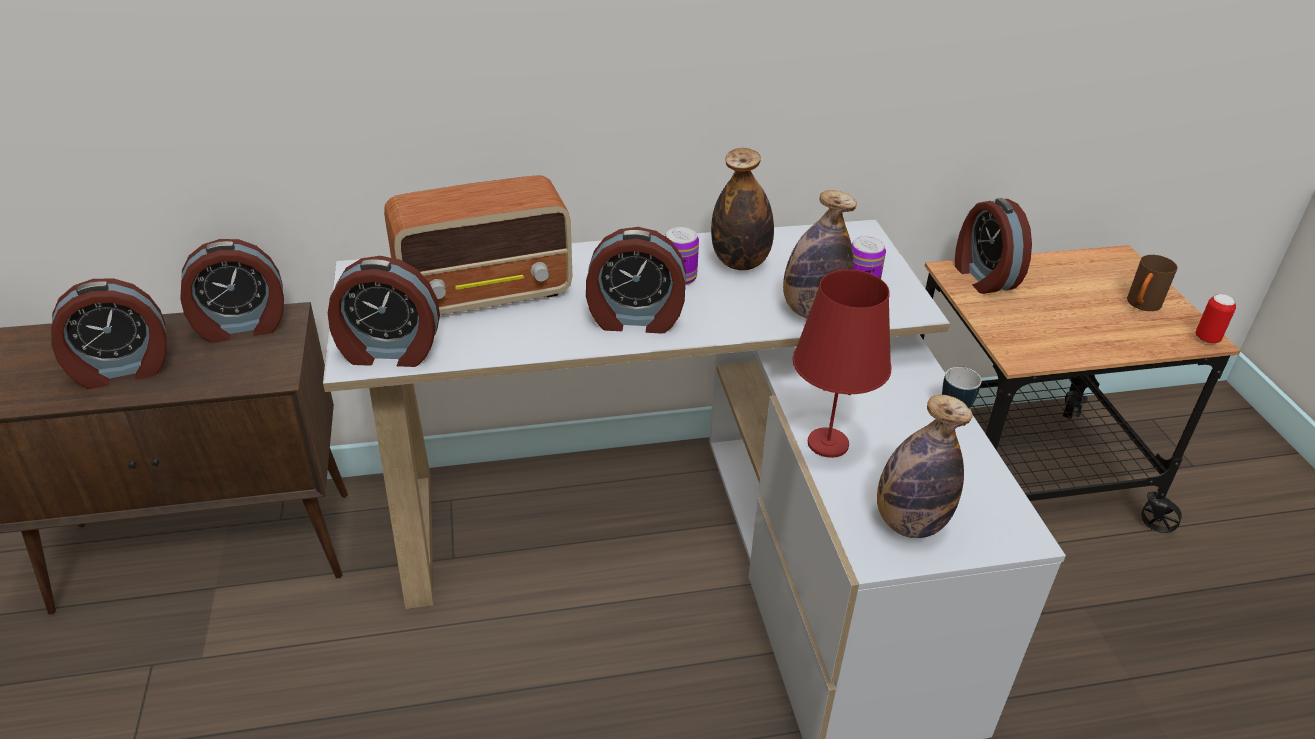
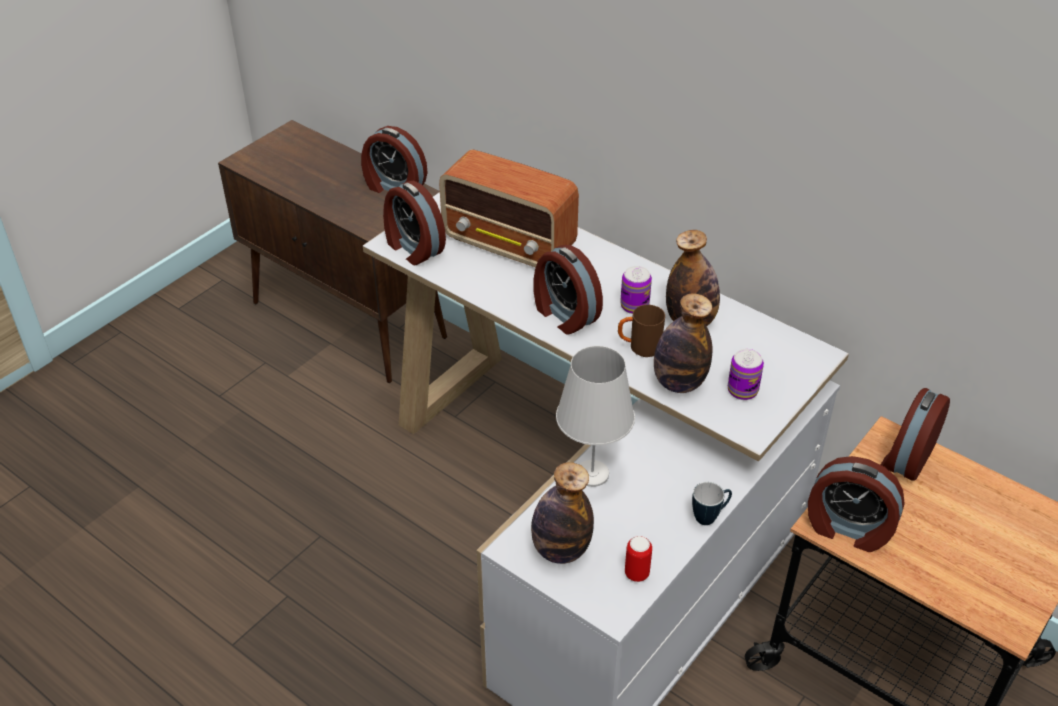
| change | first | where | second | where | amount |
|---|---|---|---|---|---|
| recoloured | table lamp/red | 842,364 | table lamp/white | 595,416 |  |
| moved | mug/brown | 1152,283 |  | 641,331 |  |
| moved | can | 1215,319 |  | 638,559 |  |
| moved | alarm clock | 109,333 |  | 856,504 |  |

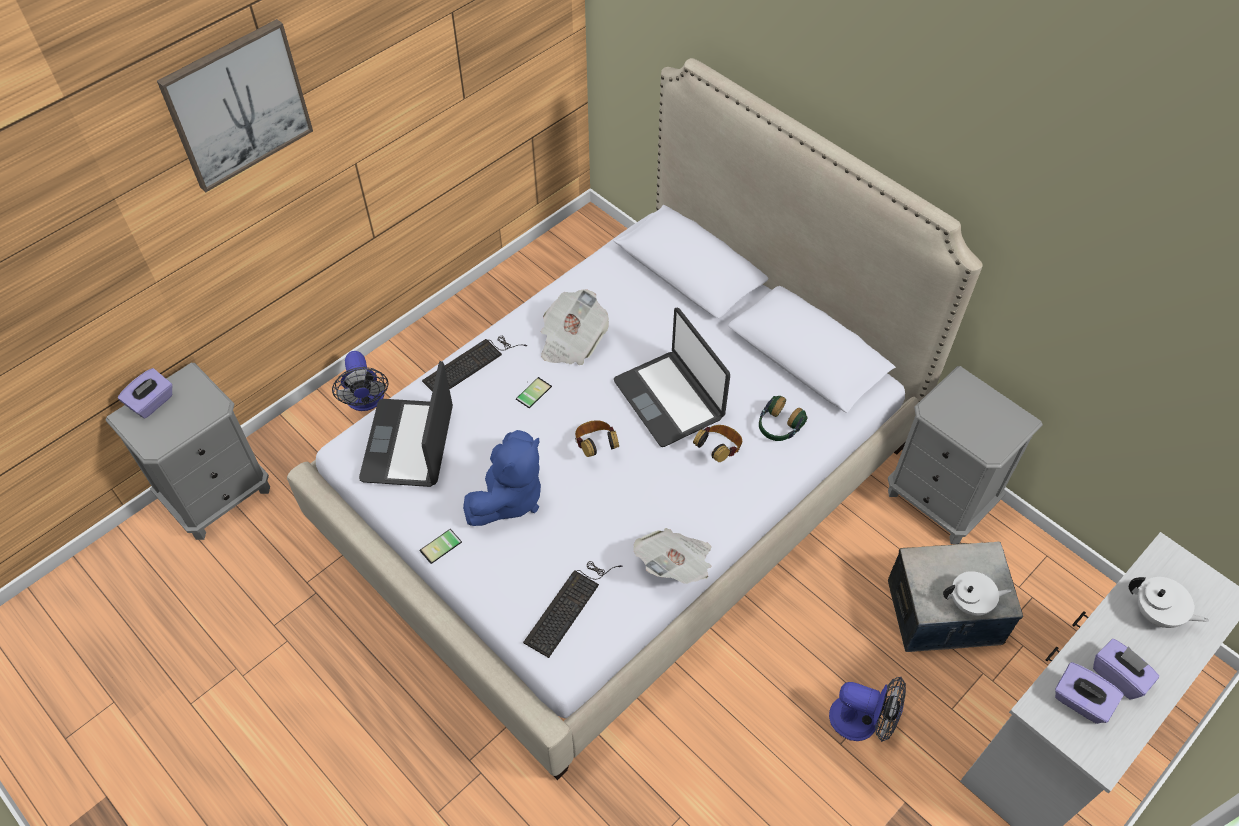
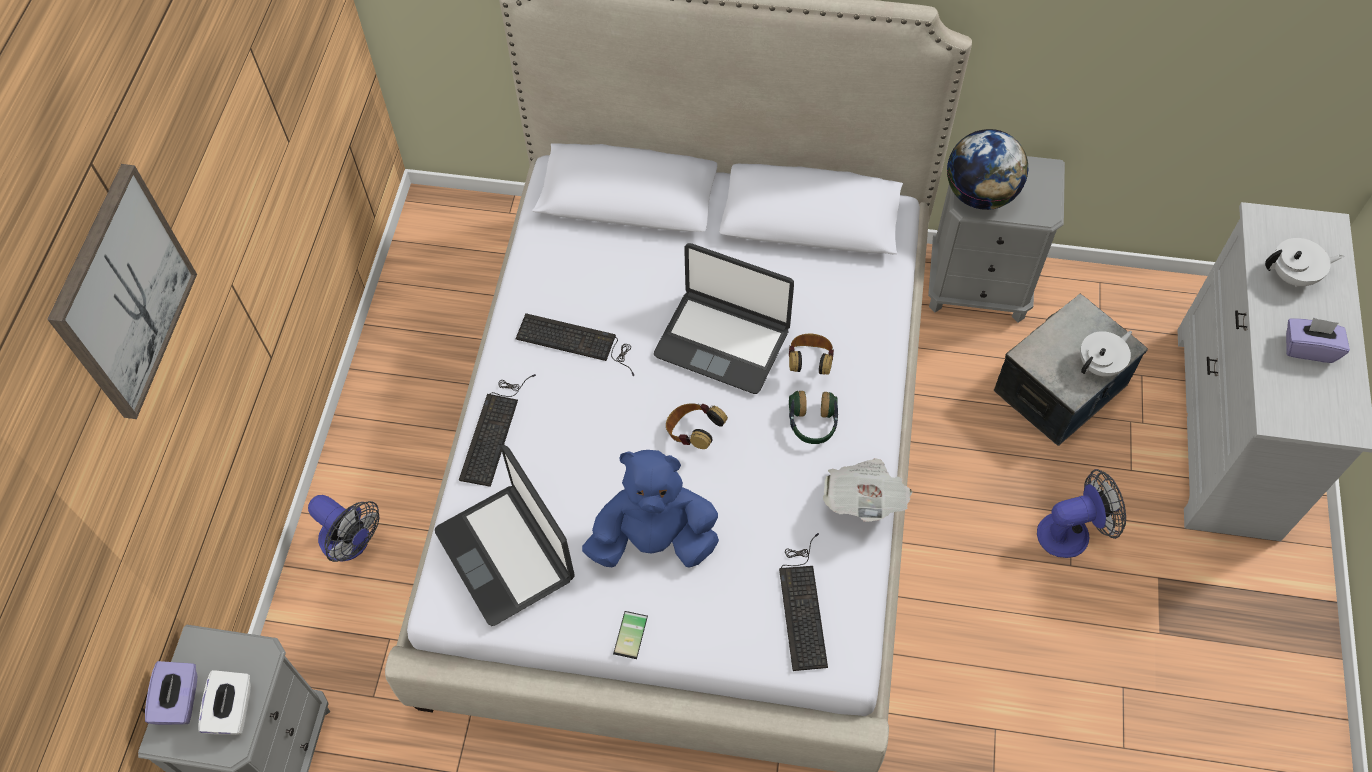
| change | first | where | second | where | amount |
|---|---|---|---|---|---|
| added |  |  | tissue box/white | 224,702 |  |
| replaced | newspaper | 575,327 | keyboard | 575,344 |  |
| turned | plush toy/blue | 502,478 |  | 650,509 | 90 degrees counterclockwise |
| moved | headphones | 783,418 |  | 813,417 |  |
| added |  |  | globe | 987,169 |  |
| removed | phone | 534,392 |  |  |  |
| removed | tissue box/purple | 1089,693 |  |  |  |

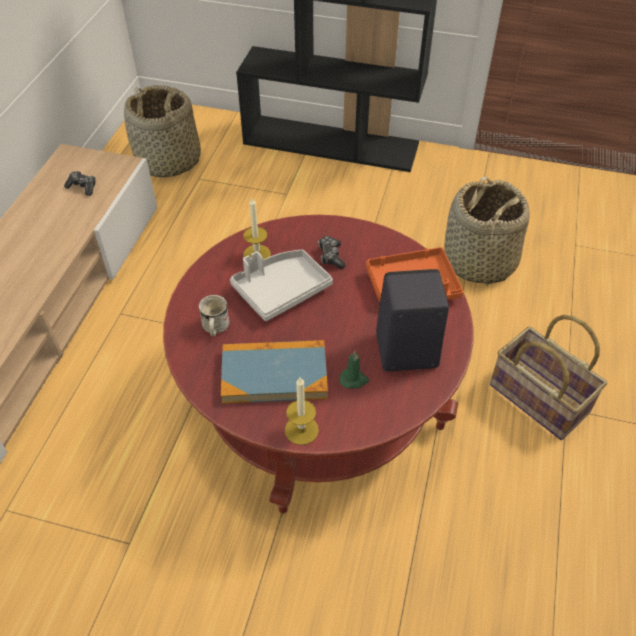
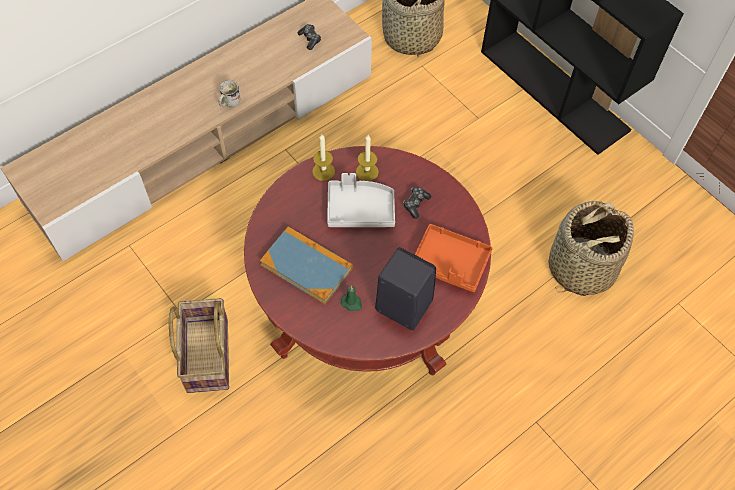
| change | first | where | second | where | amount |
|---|---|---|---|---|---|
| moved | basket | 548,377 |  | 199,345 |  |
| moved | mug/white | 214,315 |  | 230,93 |  |
| moved | candle | 302,411 |  | 323,157 |  |

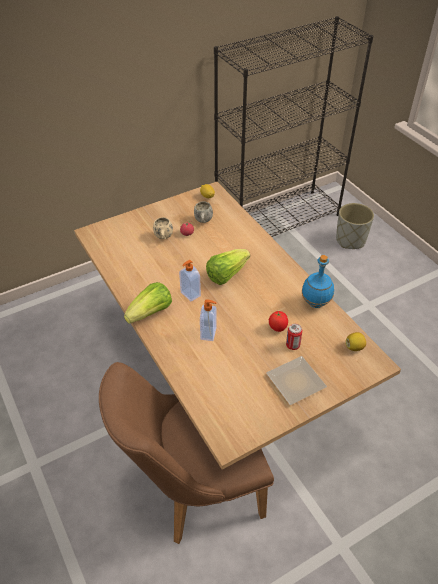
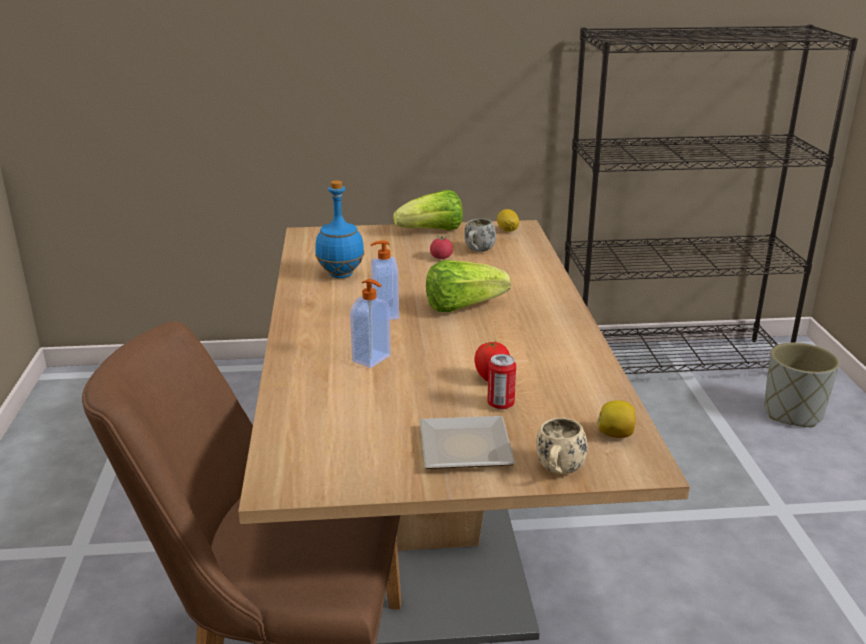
| change | first | where | second | where | amount |
|---|---|---|---|---|---|
| moved | bottle/blue | 318,281 |  | 339,229 |  |
| moved | lettuce | 148,303 |  | 428,210 |  |
| moved | mug/beige | 163,228 |  | 561,446 |  |

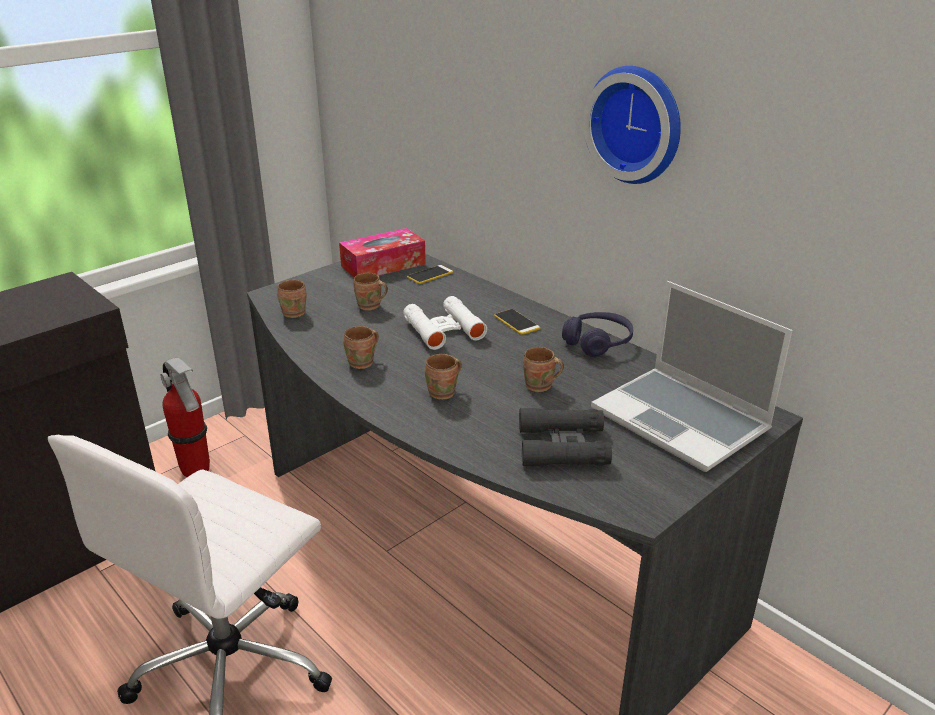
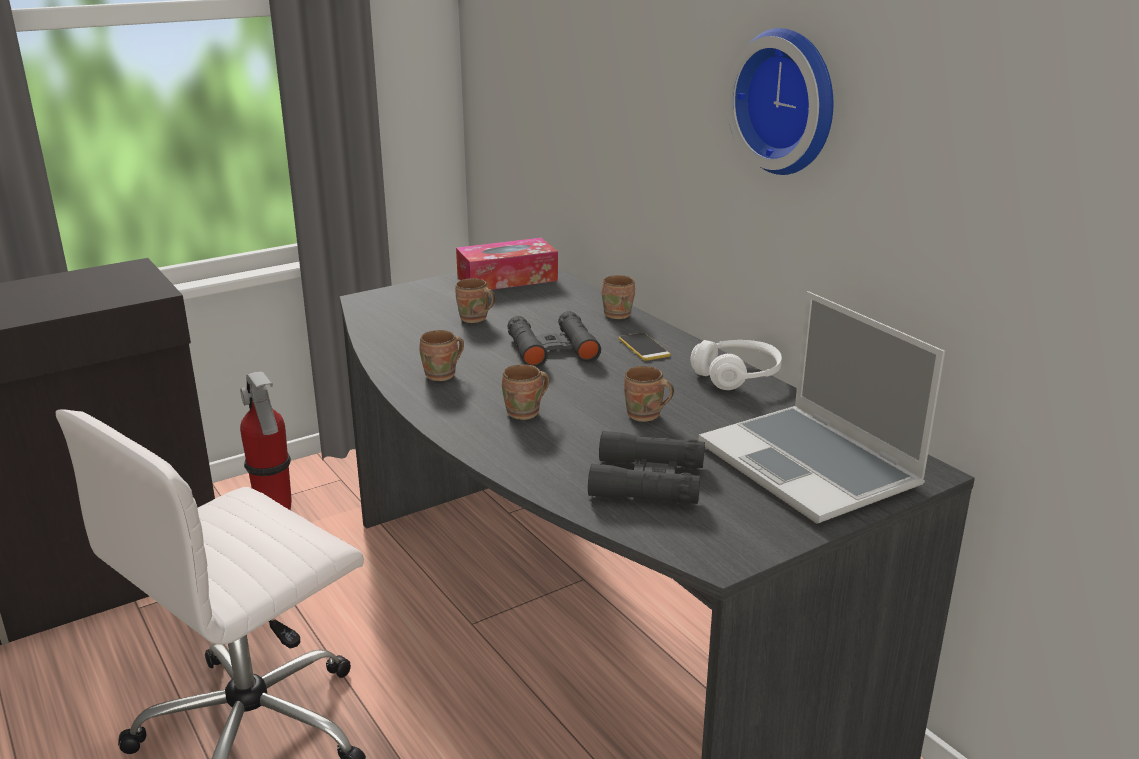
| change | first | where | second | where | amount |
|---|---|---|---|---|---|
| recoloured | binoculars/white | 445,323 | binoculars/black | 554,339 |  |
| moved | mug/brown | 291,299 |  | 618,297 |  |
| recoloured | headphones/purple | 597,334 | headphones/white | 736,365 |  |
| removed | phone | 430,274 |  |  |  |

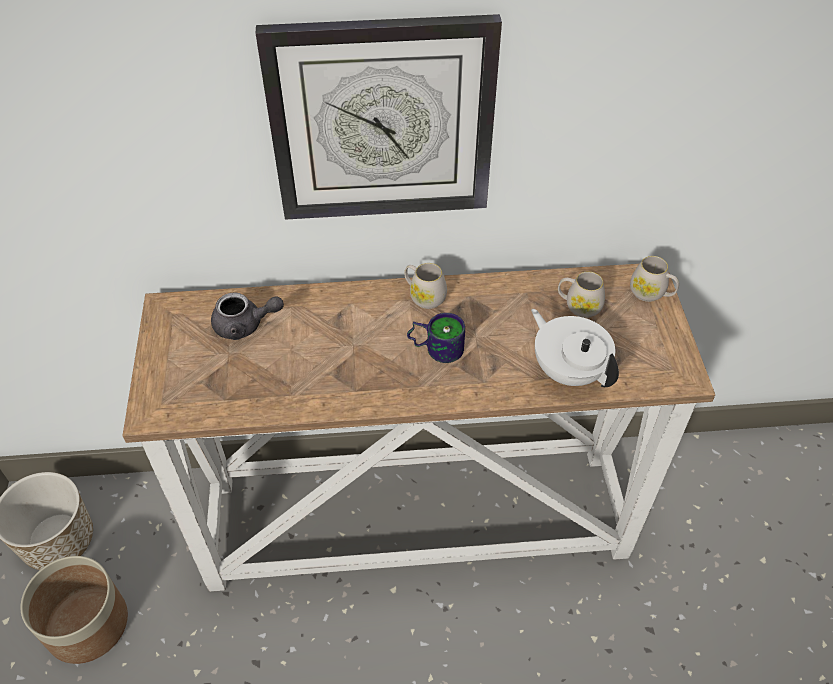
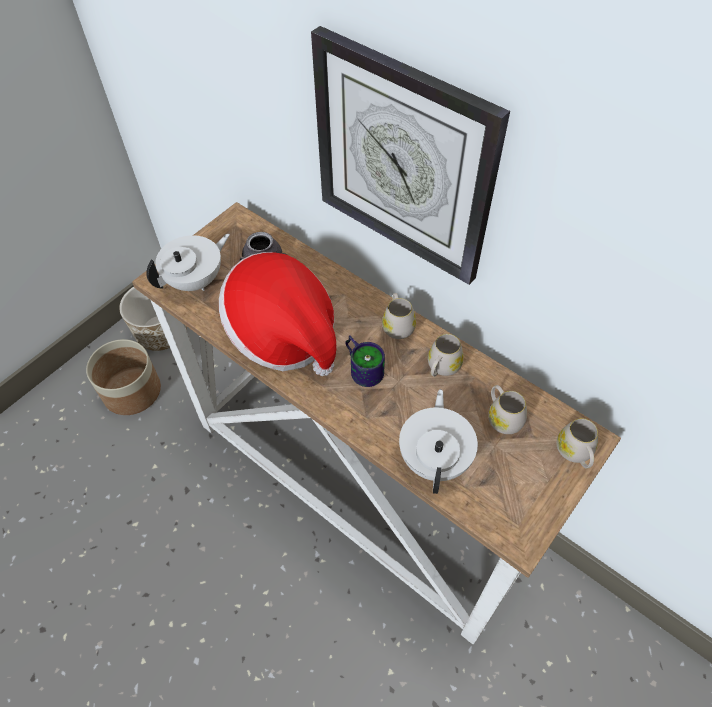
| change | first | where | second | where | amount |
|---|---|---|---|---|---|
| added |  |  | teapot/white | 188,262 |  |
| added |  |  | hat | 278,314 |  |
| added |  |  | mug/white | 446,355 |  |

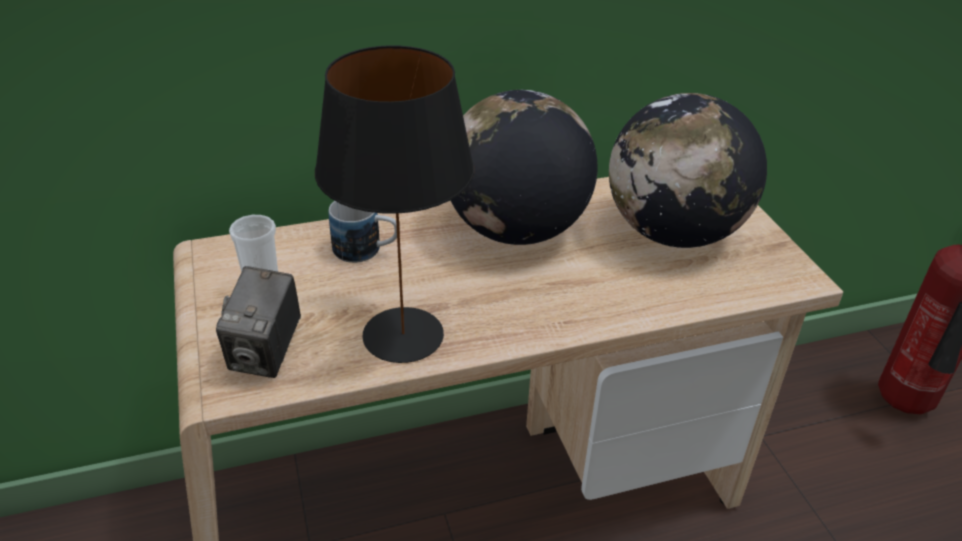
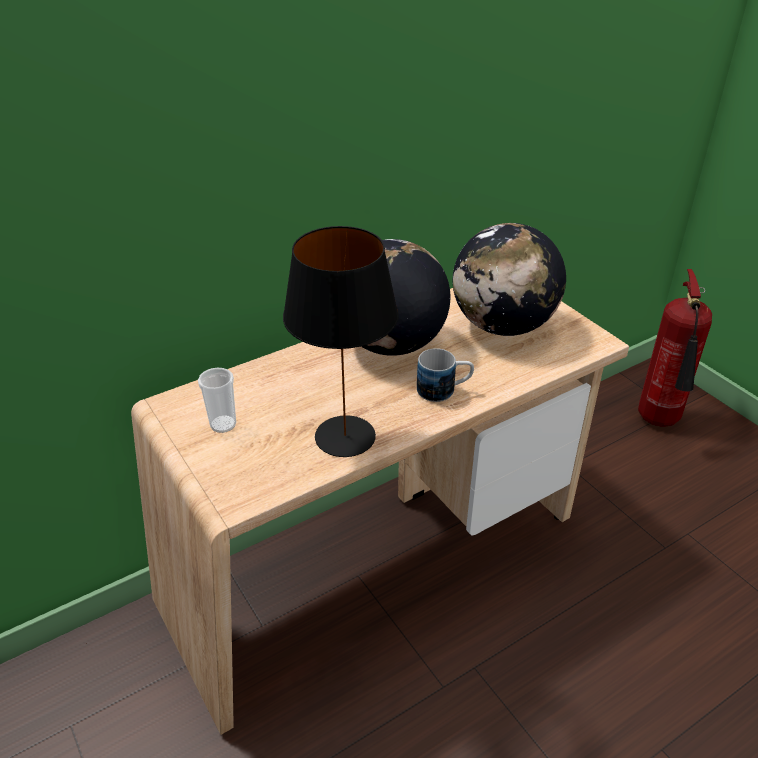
| change | first | where | second | where | amount |
|---|---|---|---|---|---|
| moved | mug | 362,232 |  | 445,375 |  |
| removed | photo camera | 258,322 |  |  |  |

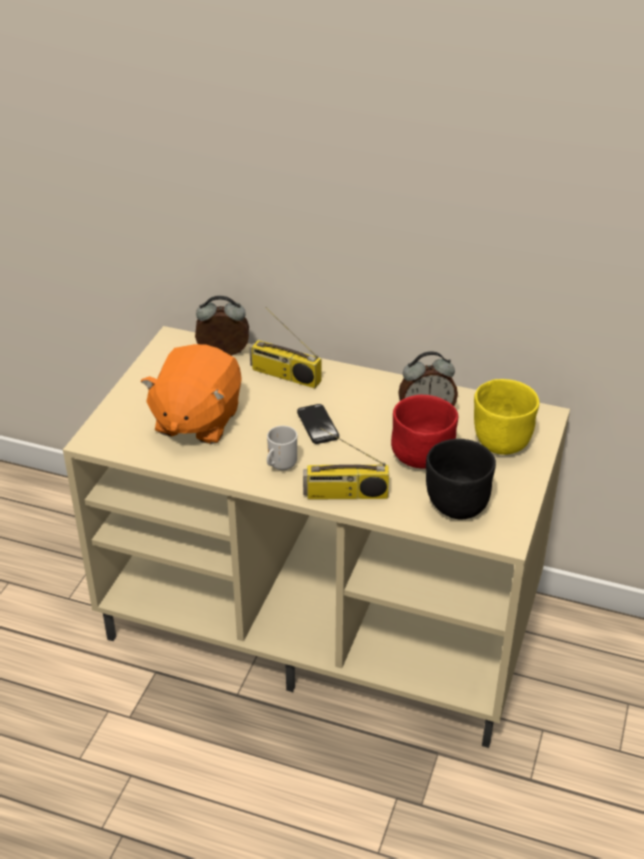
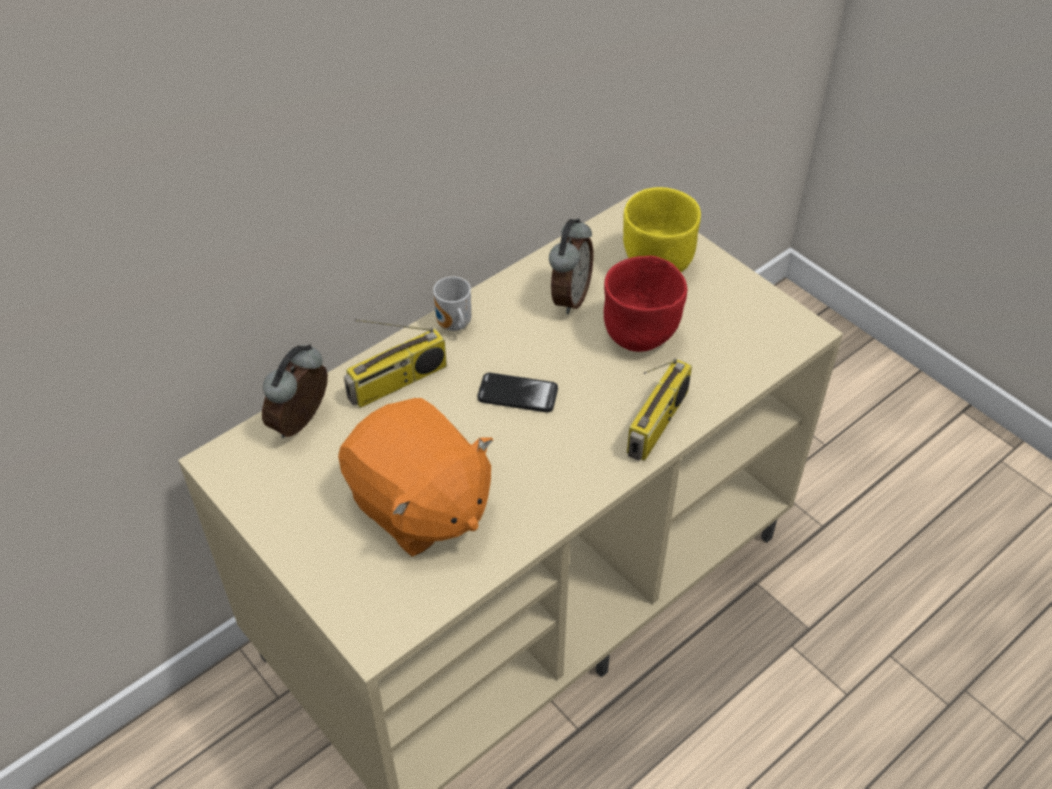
| change | first | where | second | where | amount |
|---|---|---|---|---|---|
| moved | mug | 282,448 |  | 452,303 |  |
| removed | bowl/black | 461,479 |  |  |  |

